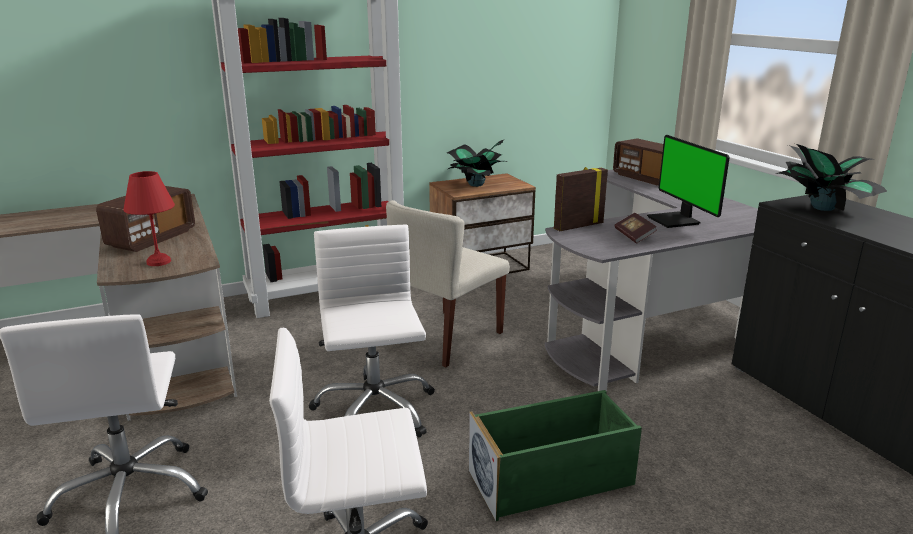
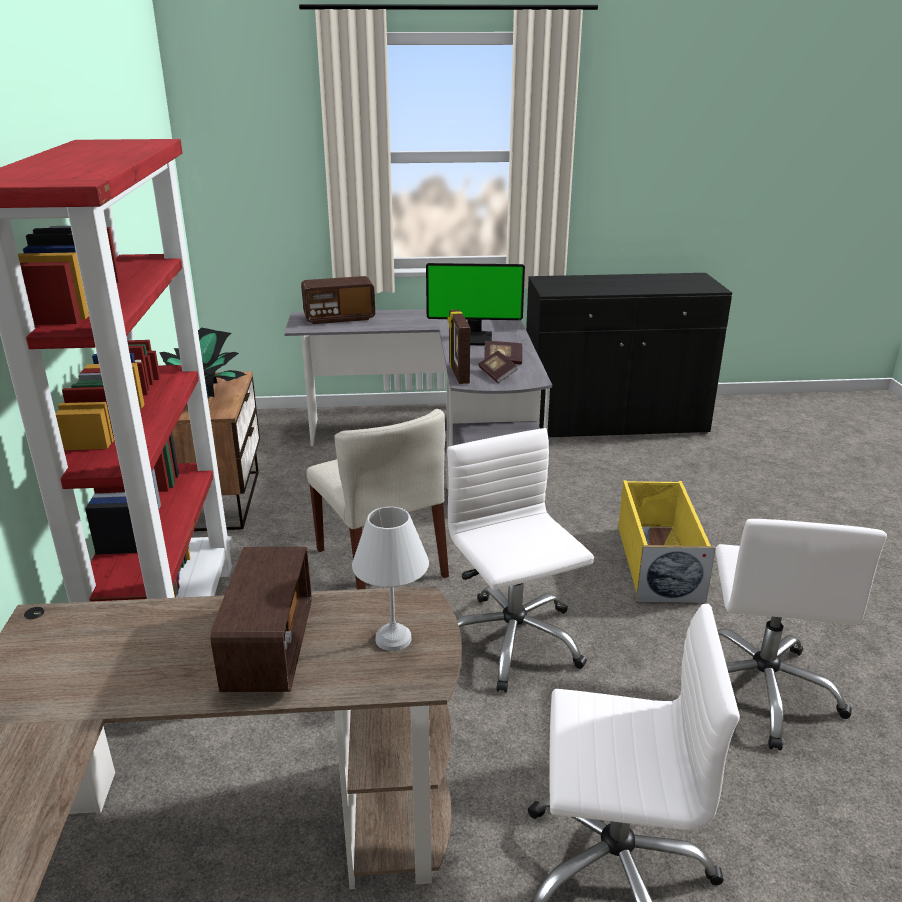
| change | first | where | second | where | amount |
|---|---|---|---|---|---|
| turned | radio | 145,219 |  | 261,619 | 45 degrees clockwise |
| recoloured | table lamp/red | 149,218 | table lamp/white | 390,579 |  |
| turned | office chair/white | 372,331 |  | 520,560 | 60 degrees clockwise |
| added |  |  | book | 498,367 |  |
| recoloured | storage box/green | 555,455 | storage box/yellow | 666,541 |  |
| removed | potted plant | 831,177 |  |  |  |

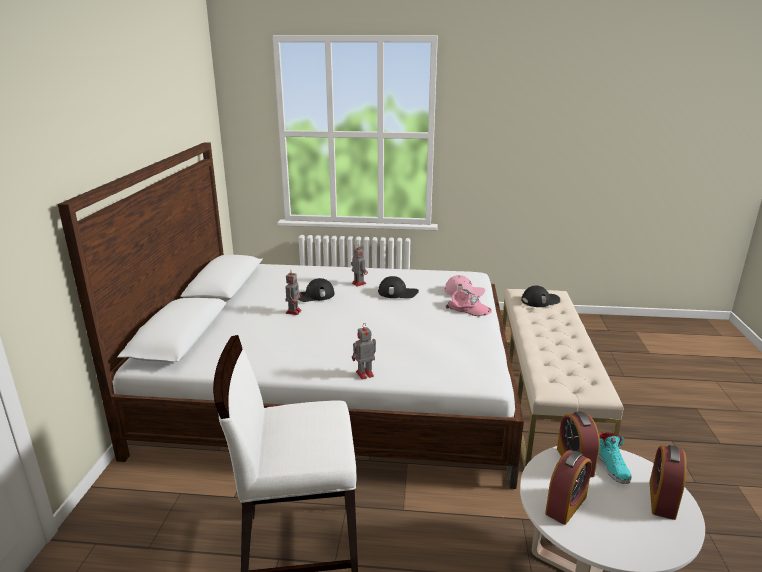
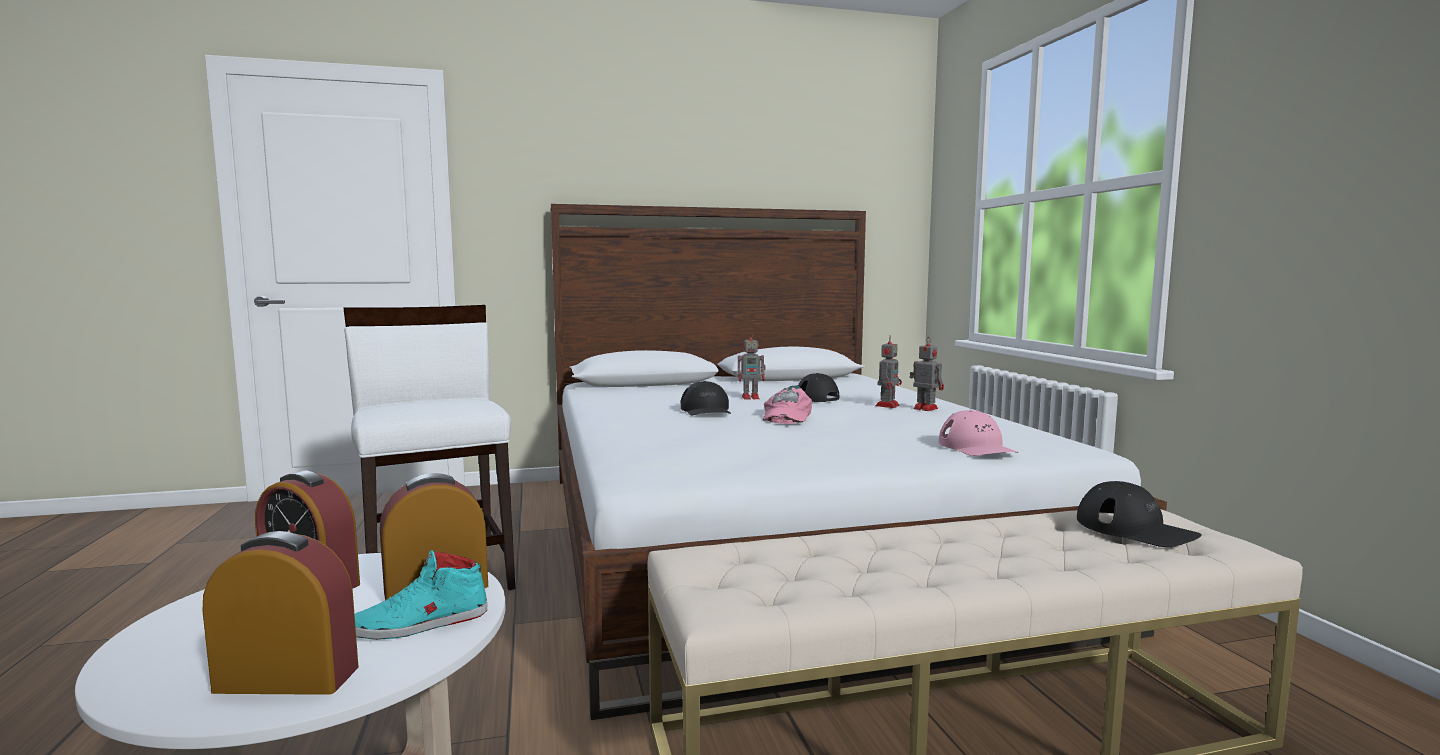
| change | first | where | second | where | amount |
|---|---|---|---|---|---|
| moved | cap/black | 398,287 |  | 706,398 |  |
| moved | cap/pink | 469,302 |  | 787,404 |  |
| moved | toy robot | 364,353 |  | 927,374 |  |

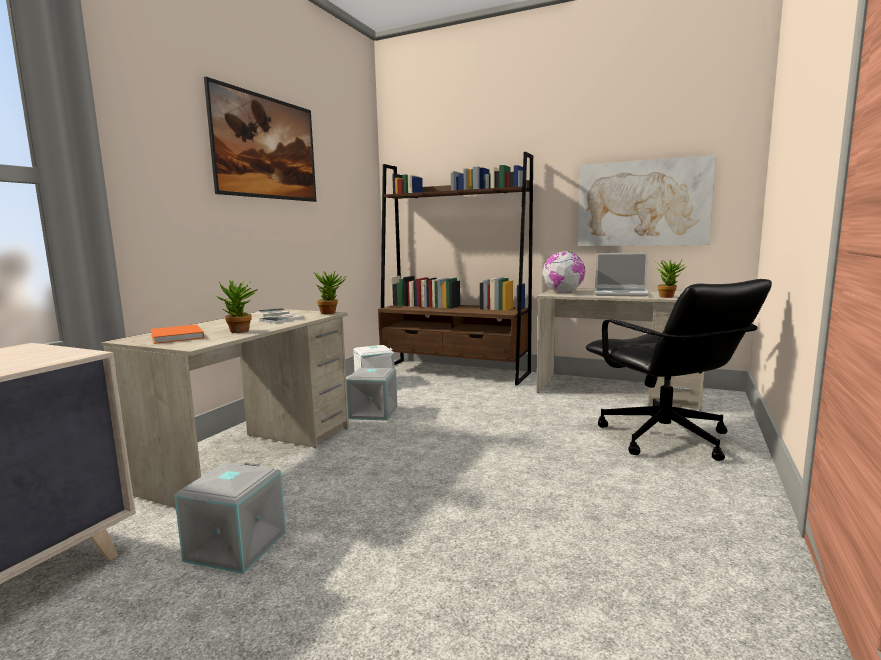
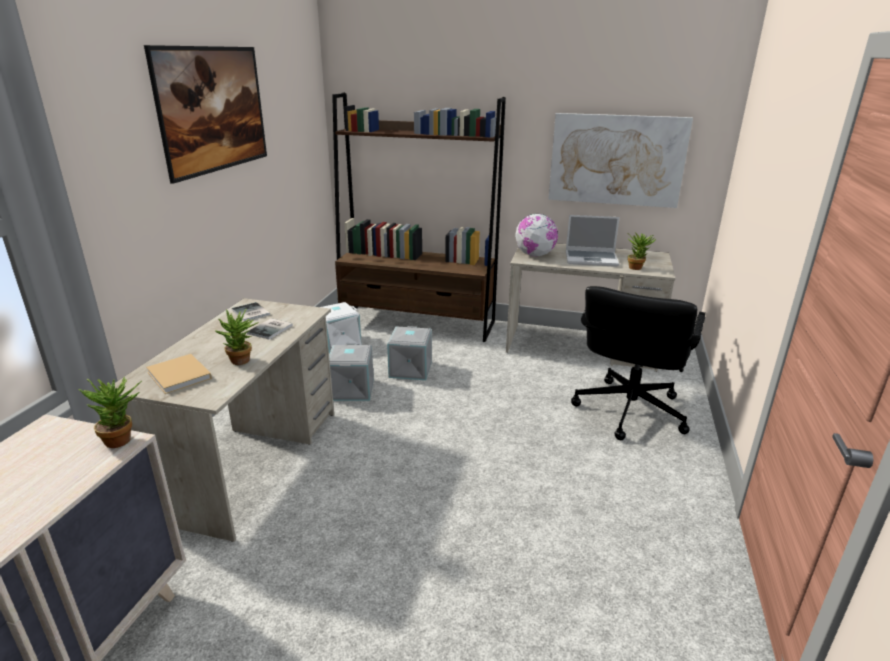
| change | first | where | second | where | amount |
|---|---|---|---|---|---|
| moved | potted plant | 329,292 |  | 110,412 |  |
| recoloured | book/orange | 177,334 | book/beige | 179,374 |  |
| moved | storage box/grey | 230,518 |  | 409,353 |  |
| turned | office chair/black | 679,370 |  | 638,363 | 60 degrees clockwise |

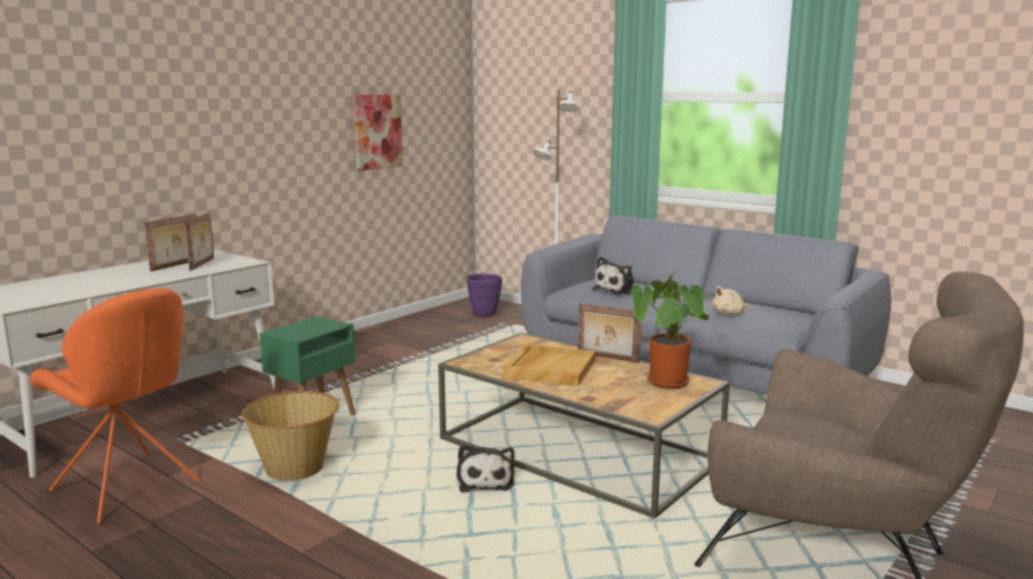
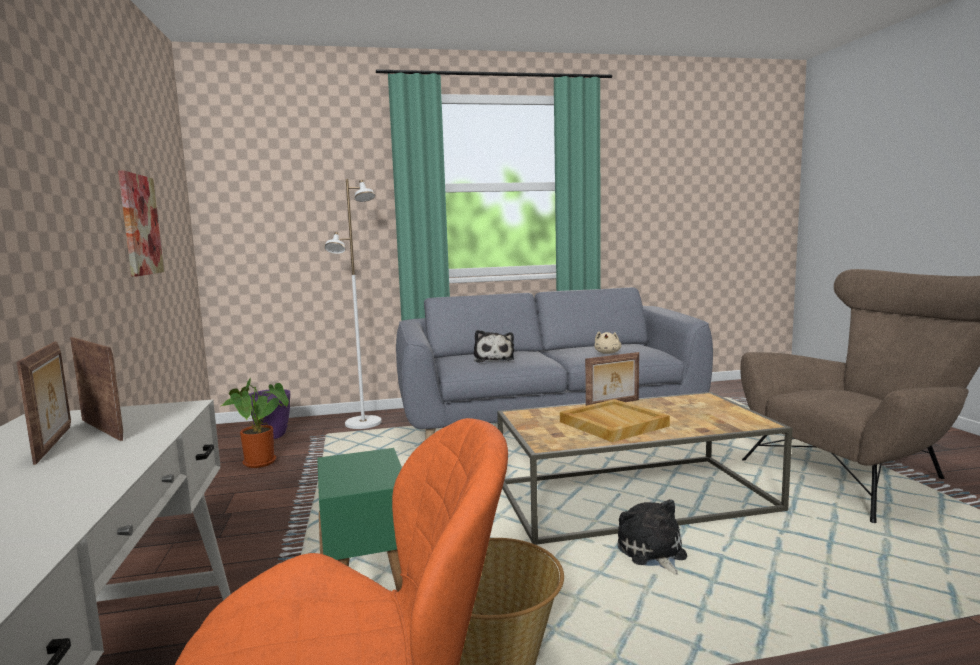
| change | first | where | second | where | amount |
|---|---|---|---|---|---|
| moved | potted plant | 673,330 |  | 255,423 |  |
| turned | plush toy | 486,468 |  | 652,537 | 135 degrees counterclockwise |

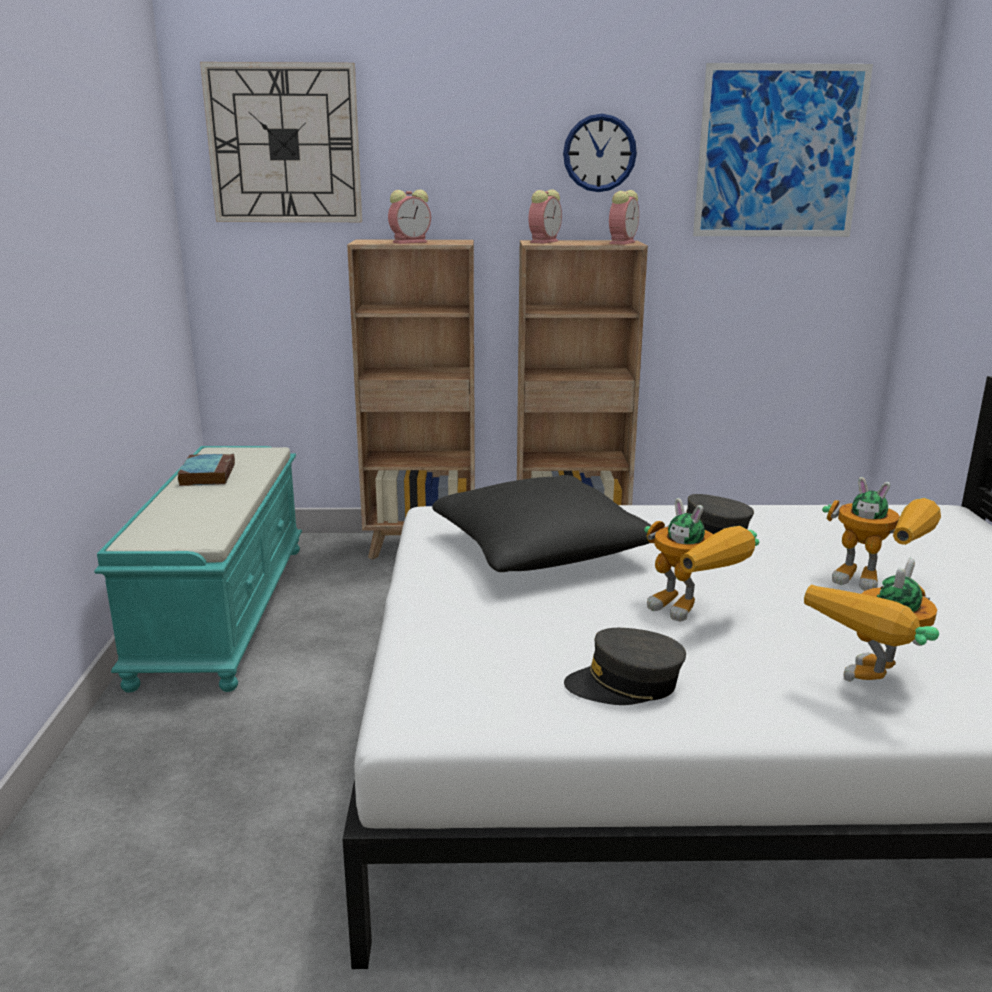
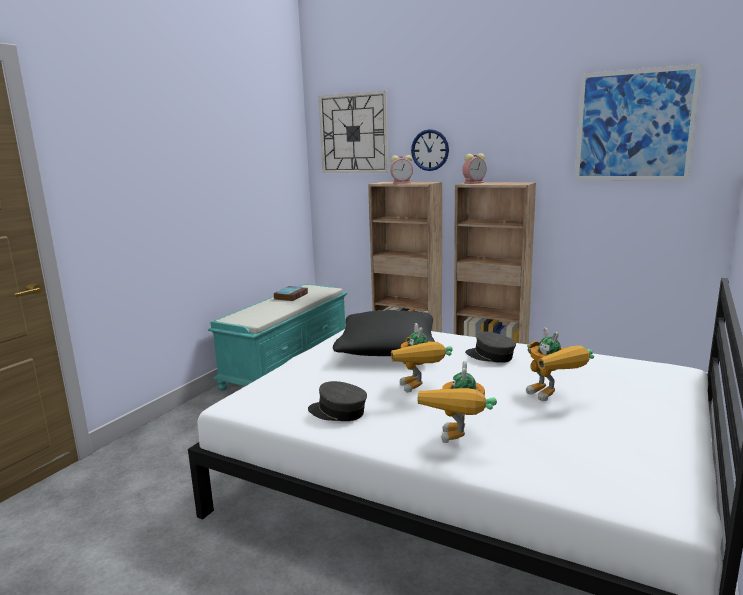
| change | first | where | second | where | amount |
|---|---|---|---|---|---|
| moved | wall clock | 600,153 |  | 430,150 |  |
| turned | toy robot | 871,620 |  | 457,402 | 60 degrees counterclockwise |
| removed | alarm clock | 624,217 |  |  |  |

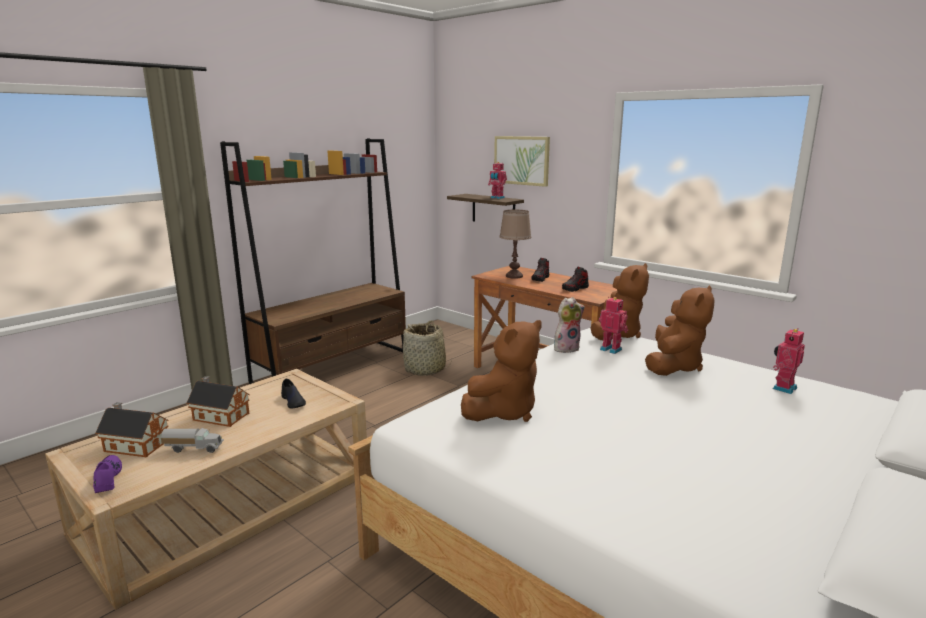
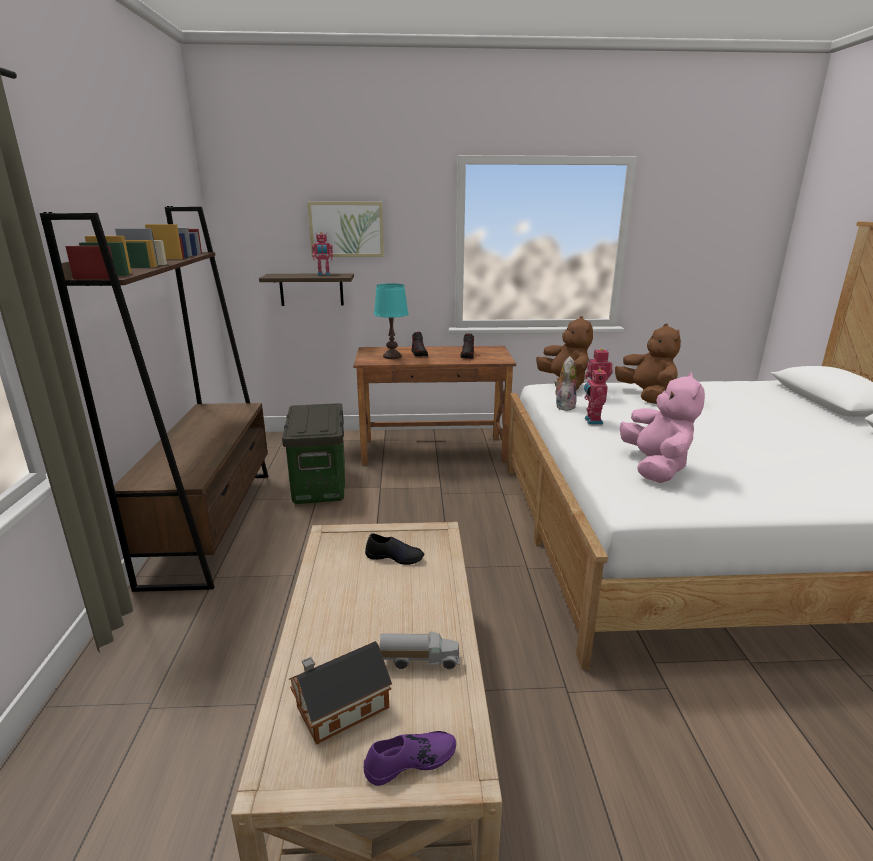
| change | first | where | second | where | amount |
|---|---|---|---|---|---|
| replaced | basket | 427,348 | storage box | 313,453 |  |
| turned | shoe/purple | 107,474 |  | 410,758 | 135 degrees clockwise |
| recoloured | table lamp/brown | 515,244 | table lamp/turquoise | 391,321 |  |
| turned | toy truck | 192,440 |  | 420,650 | 45 degrees clockwise |
| moved | toy robot | 789,361 |  | 596,397 |  |
| recoloured | plush toy/brown | 501,371 | plush toy/pink | 662,427 |  |
| removed | toy house | 218,401 |  |  |  |

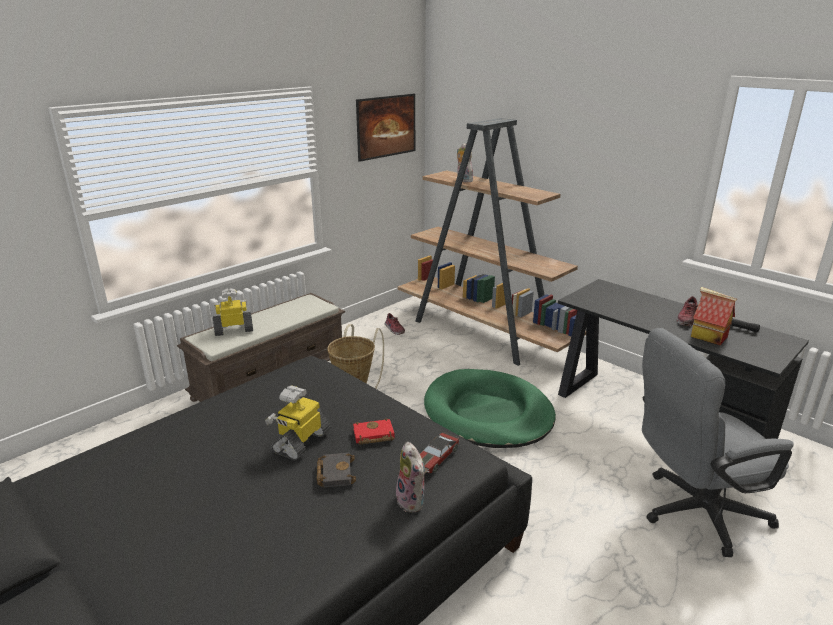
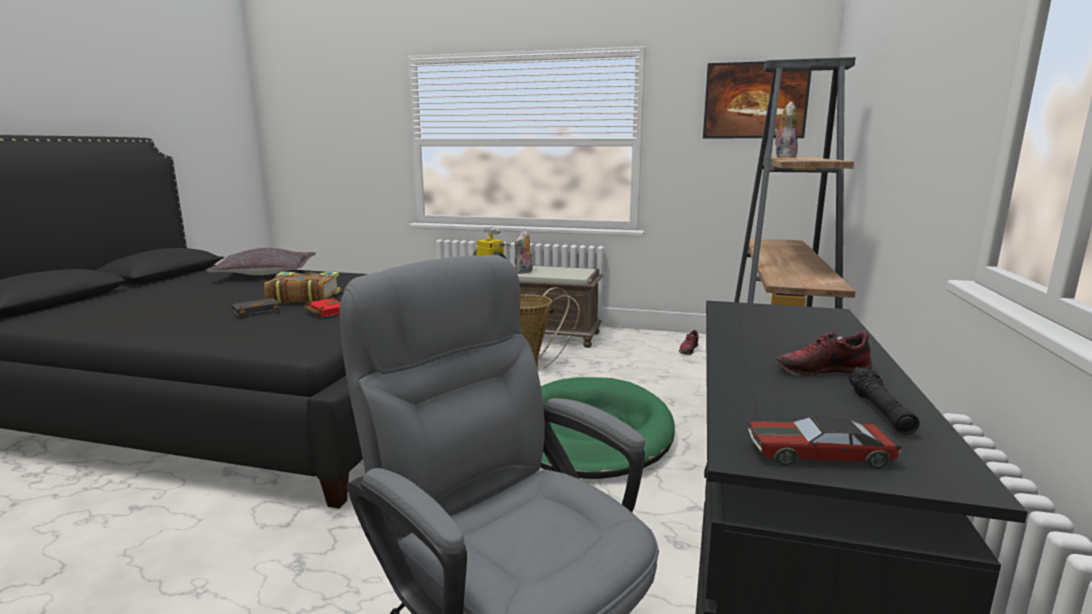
| change | first | where | second | where | amount |
|---|---|---|---|---|---|
| added |  |  | pillow/grey | 261,261 |  |
| replaced | toy robot | 297,422 | book | 302,288 |  |
| moved | plush toy | 411,477 |  | 524,252 |  |
| moved | toy car | 439,452 |  | 825,442 |  |
| removed | toy house | 714,316 |  |  |  |

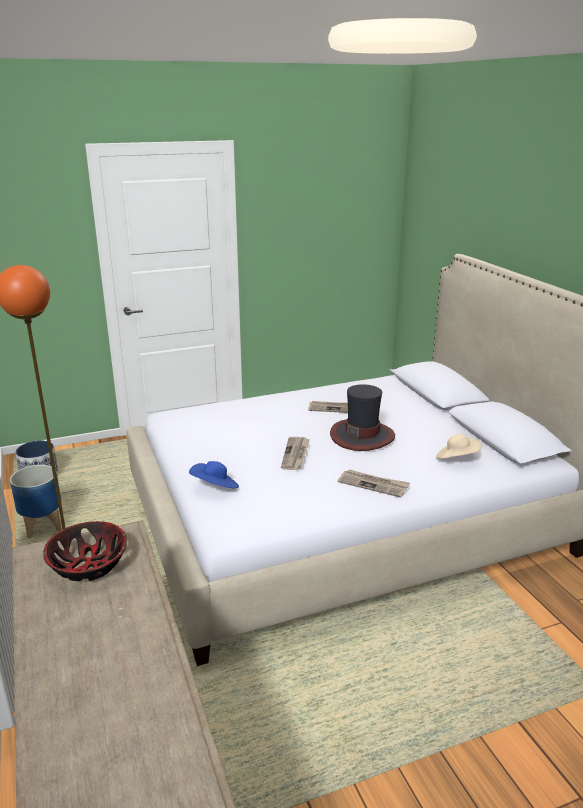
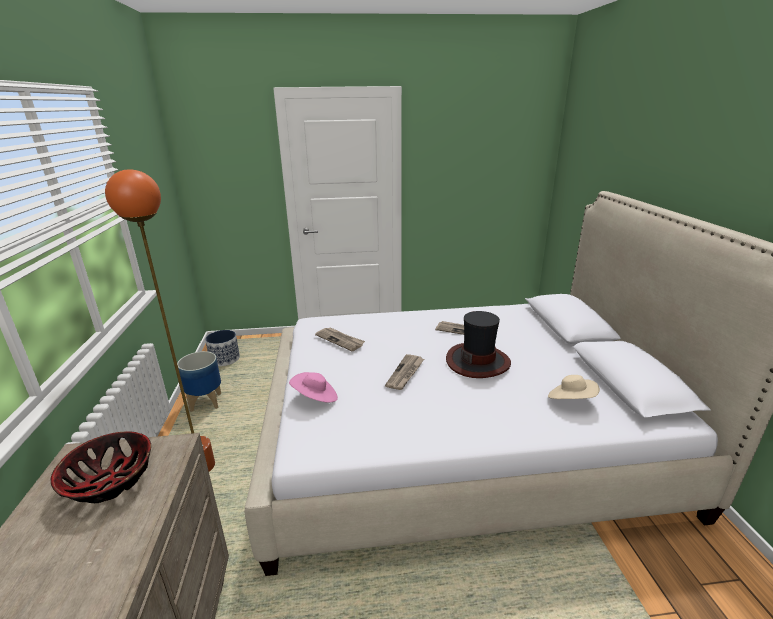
| change | first | where | second | where | amount |
|---|---|---|---|---|---|
| recoloured | hat/blue | 214,475 | hat/pink | 313,387 |  |
| moved | newspaper | 374,483 |  | 340,339 |  |

